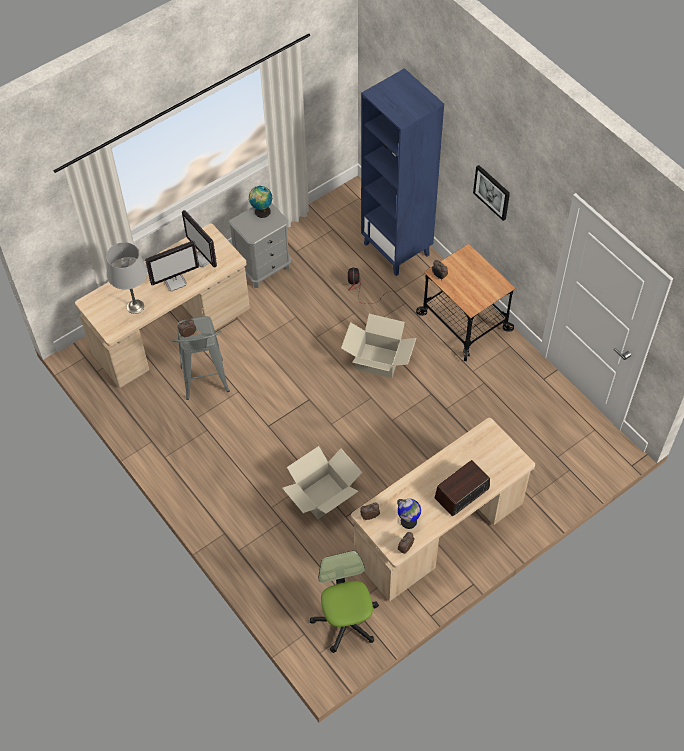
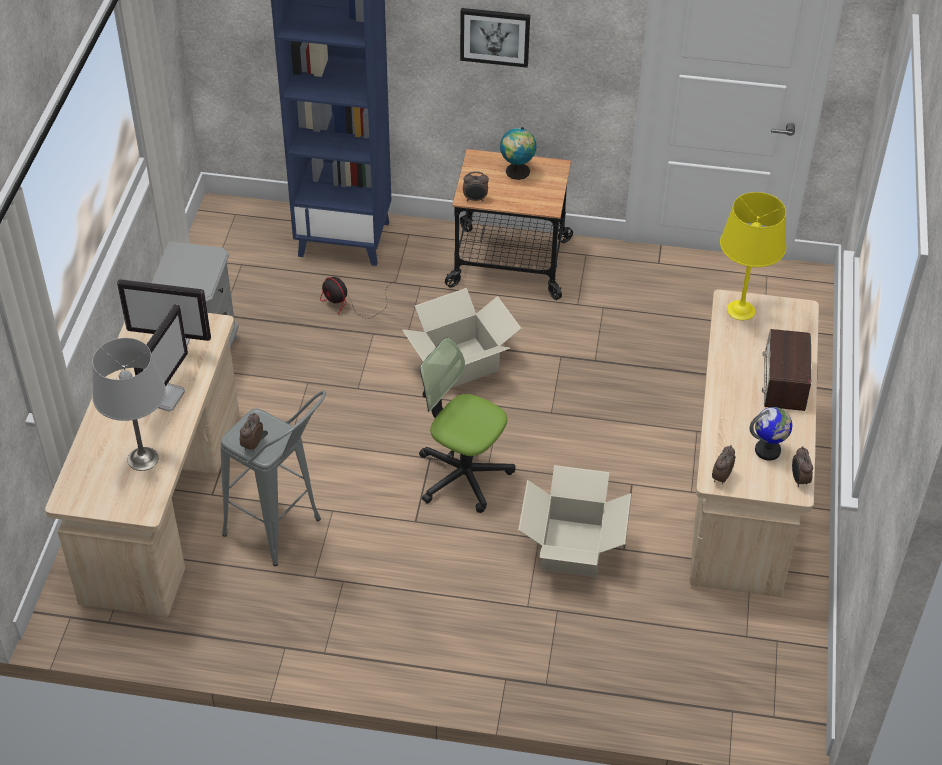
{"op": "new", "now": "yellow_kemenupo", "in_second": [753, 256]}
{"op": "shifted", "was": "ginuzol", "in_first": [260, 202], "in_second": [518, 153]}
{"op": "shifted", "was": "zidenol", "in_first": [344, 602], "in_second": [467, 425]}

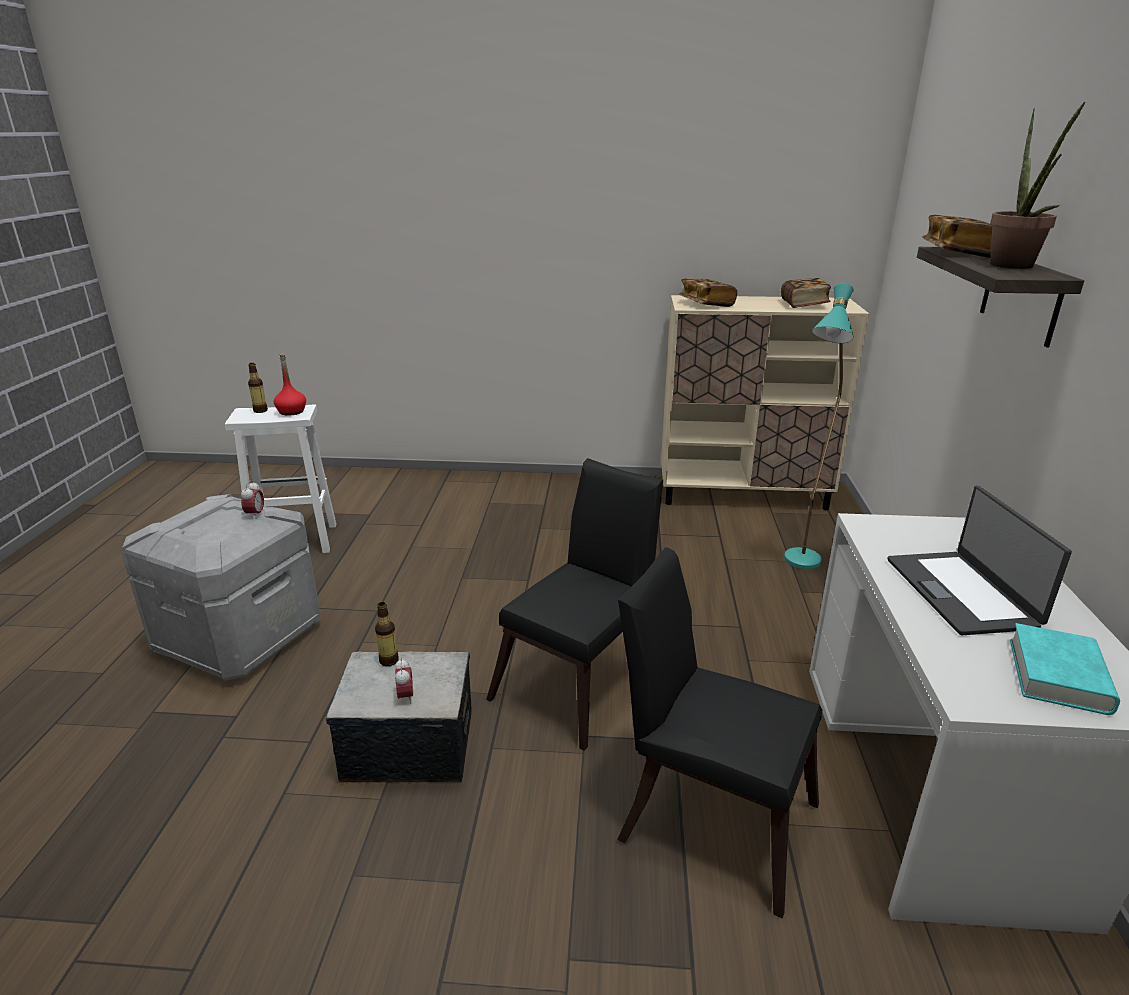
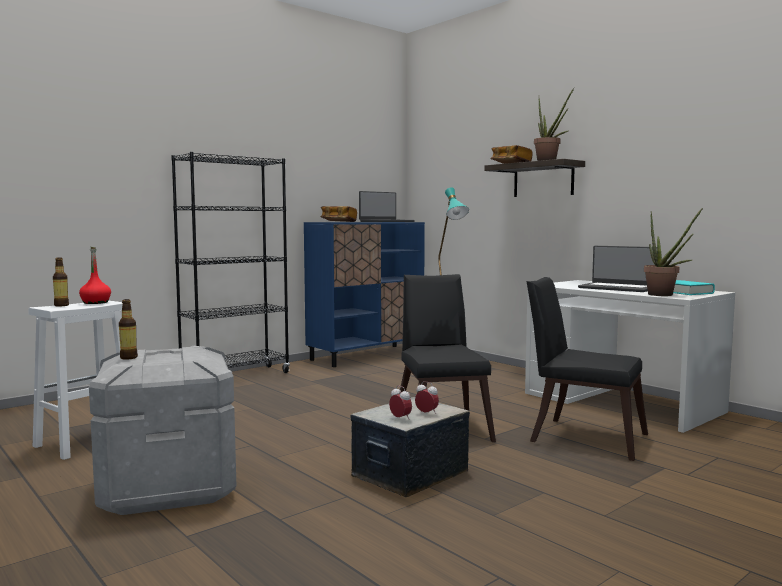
{"op": "new", "now": "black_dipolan", "in_second": [230, 262]}
{"op": "new", "now": "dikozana", "in_second": [673, 252]}
{"op": "shifted", "was": "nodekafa", "in_first": [252, 499], "in_second": [400, 402]}
{"op": "shifted", "was": "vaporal", "in_first": [387, 634], "in_second": [128, 329]}
{"op": "swapped", "was": "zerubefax", "now": "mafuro", "in_first": [806, 293], "in_second": [386, 206]}
{"op": "repainted", "was": "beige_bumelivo", "now": "blue_bumelivo", "in_first": [765, 402], "in_second": [364, 294]}
{"op": "rotated", "was": "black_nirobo", "in_first": [719, 732], "in_second": [587, 369], "clockwise": 45}

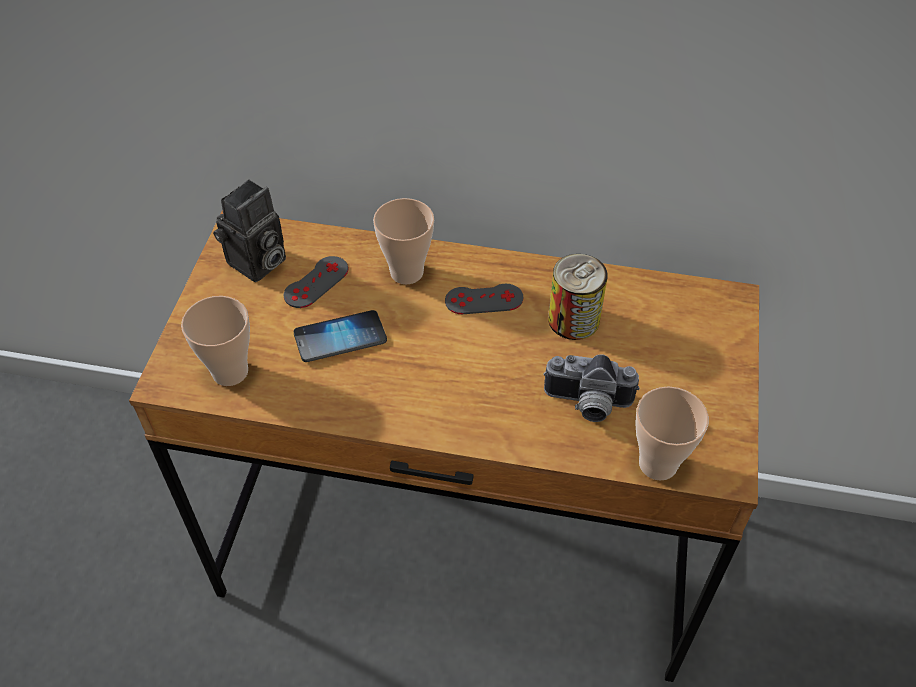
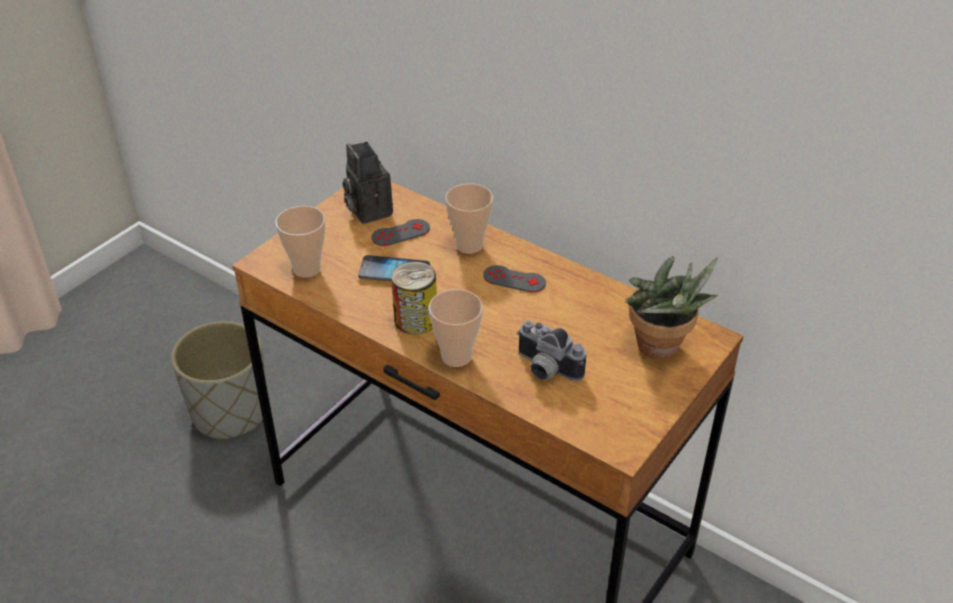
{"op": "new", "now": "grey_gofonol", "in_second": [218, 381]}
{"op": "new", "now": "dikozana", "in_second": [671, 307]}
{"op": "shifted", "was": "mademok", "in_first": [578, 297], "in_second": [414, 298]}
{"op": "shifted", "was": "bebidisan", "in_first": [672, 433], "in_second": [456, 328]}
{"op": "rotated", "was": "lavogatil", "in_first": [249, 231], "in_second": [368, 183], "clockwise": 90}

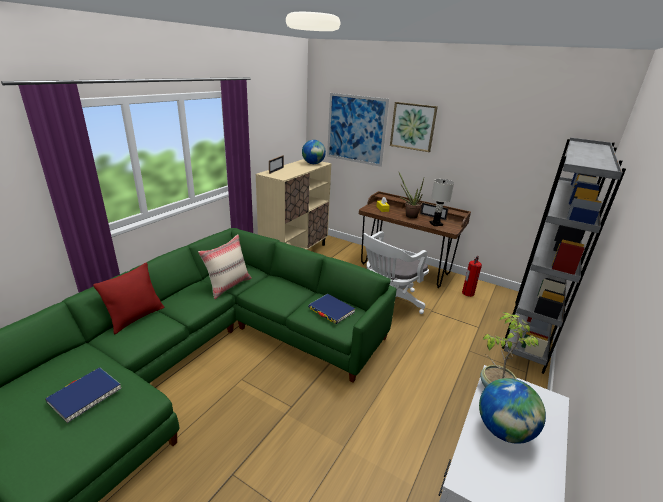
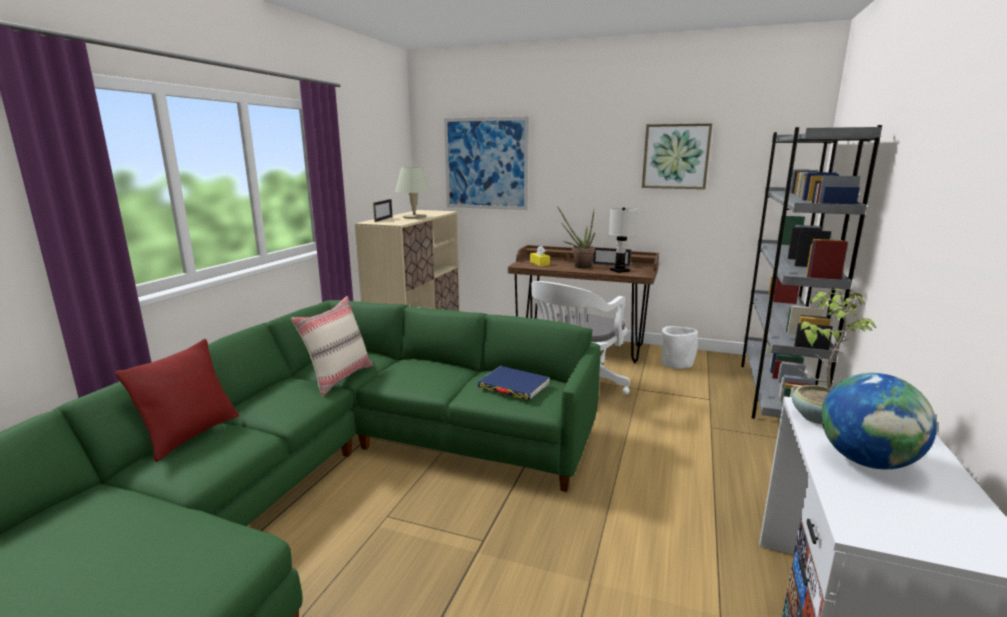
{"op": "gone", "was": "blue_zerubefax", "in_first": [83, 395]}
{"op": "gone", "was": "ginuzol", "in_first": [314, 152]}
{"op": "new", "now": "beige_kemenupo", "in_second": [413, 193]}
{"op": "shifted", "was": "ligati", "in_first": [414, 127], "in_second": [677, 156]}
{"op": "swapped", "was": "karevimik", "now": "white_gofonol", "in_first": [472, 276], "in_second": [679, 347]}

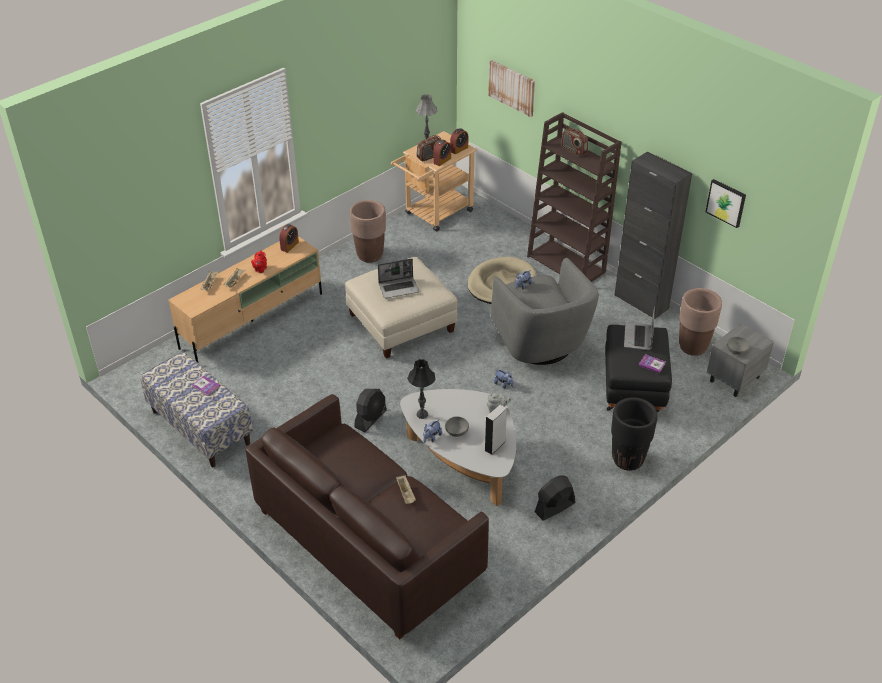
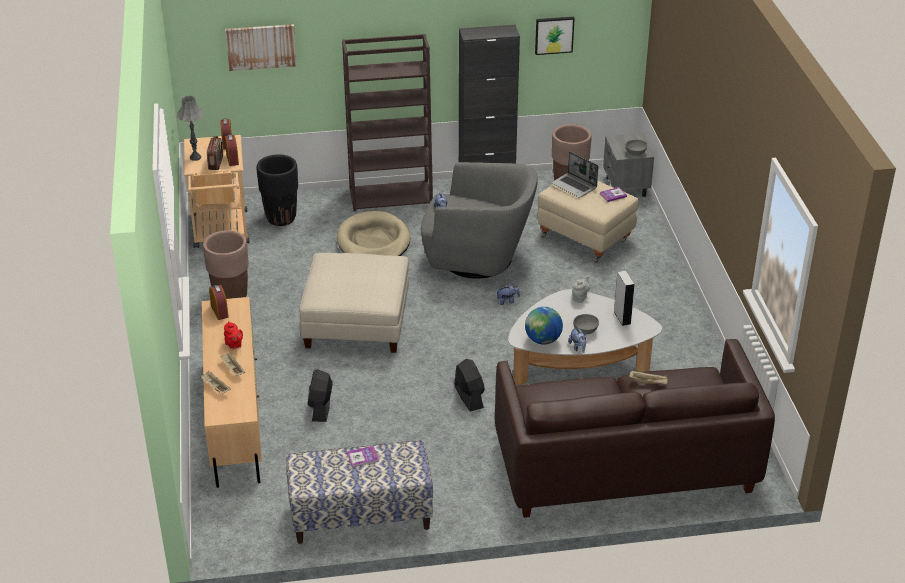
{"op": "gone", "was": "mafuro", "in_first": [398, 278]}
{"op": "gone", "was": "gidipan", "in_first": [574, 142]}
{"op": "shifted", "was": "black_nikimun", "in_first": [554, 498], "in_second": [320, 395]}
{"op": "shifted", "was": "black_gofonol", "in_first": [634, 434], "in_second": [277, 190]}
{"op": "swapped", "was": "black_kemenupo", "now": "ginuzol", "in_first": [421, 389], "in_second": [544, 326]}
{"op": "repainted", "was": "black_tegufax", "now": "beige_tegufax", "in_first": [638, 368], "in_second": [588, 222]}

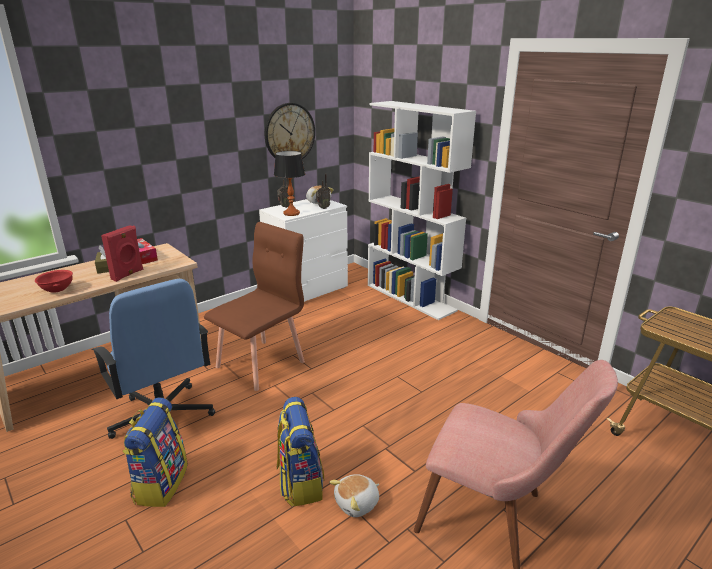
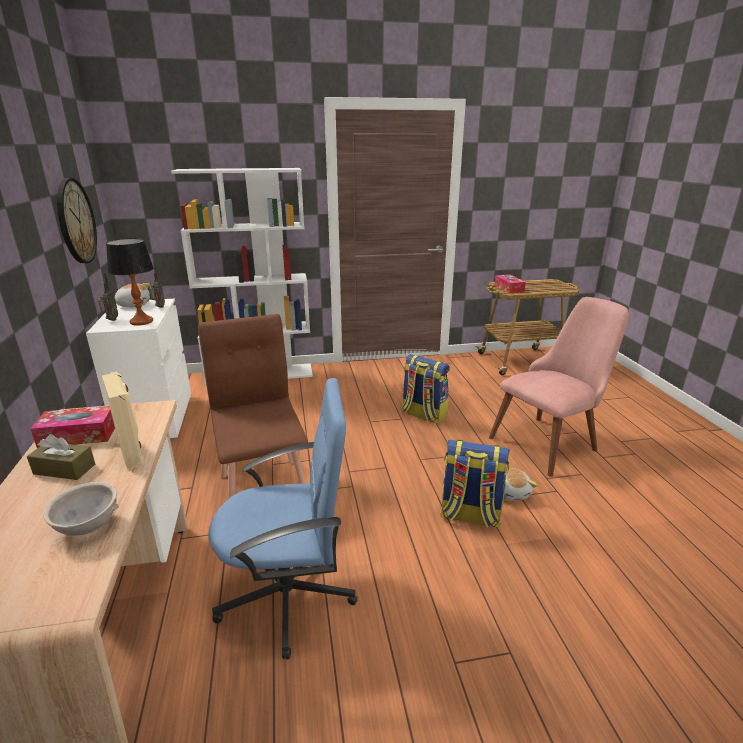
{"op": "new", "now": "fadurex", "in_second": [510, 284]}
{"op": "shifted", "was": "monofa", "in_first": [155, 452], "in_second": [426, 389]}
{"op": "repainted", "was": "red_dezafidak", "now": "grey_dezafidak", "in_first": [54, 281], "in_second": [81, 508]}
{"op": "repainted", "was": "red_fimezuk", "now": "beige_fimezuk", "in_first": [122, 253], "in_second": [123, 420]}

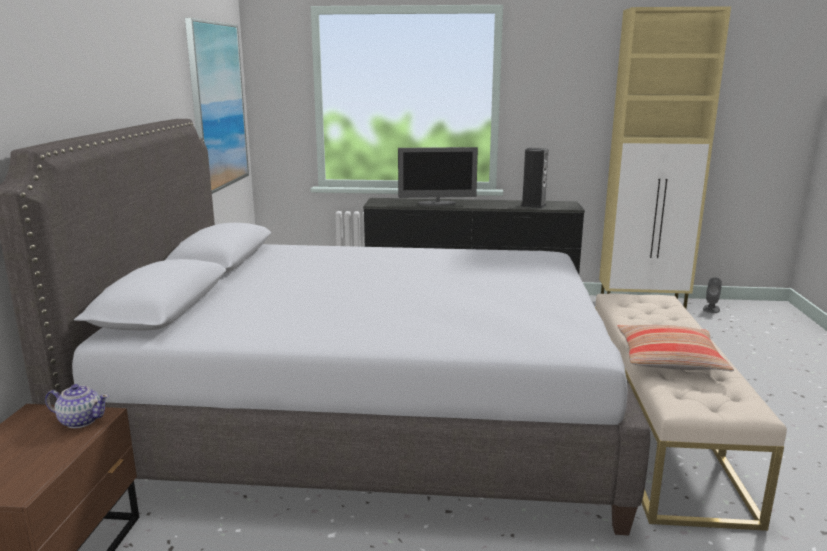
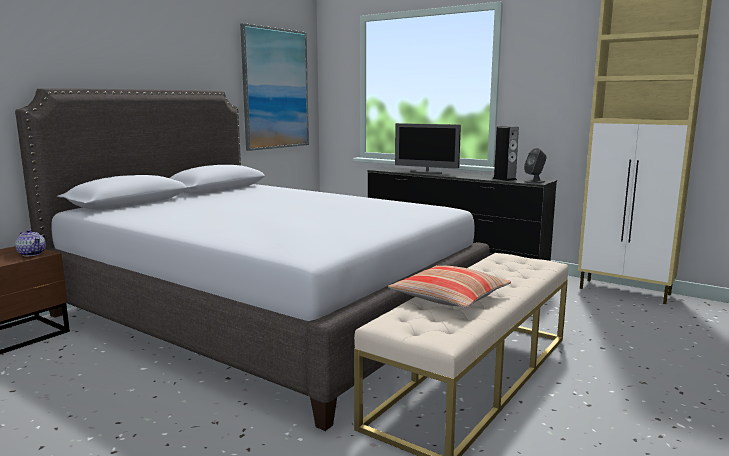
{"op": "shifted", "was": "grey_fimezuk", "in_first": [712, 295], "in_second": [535, 165]}

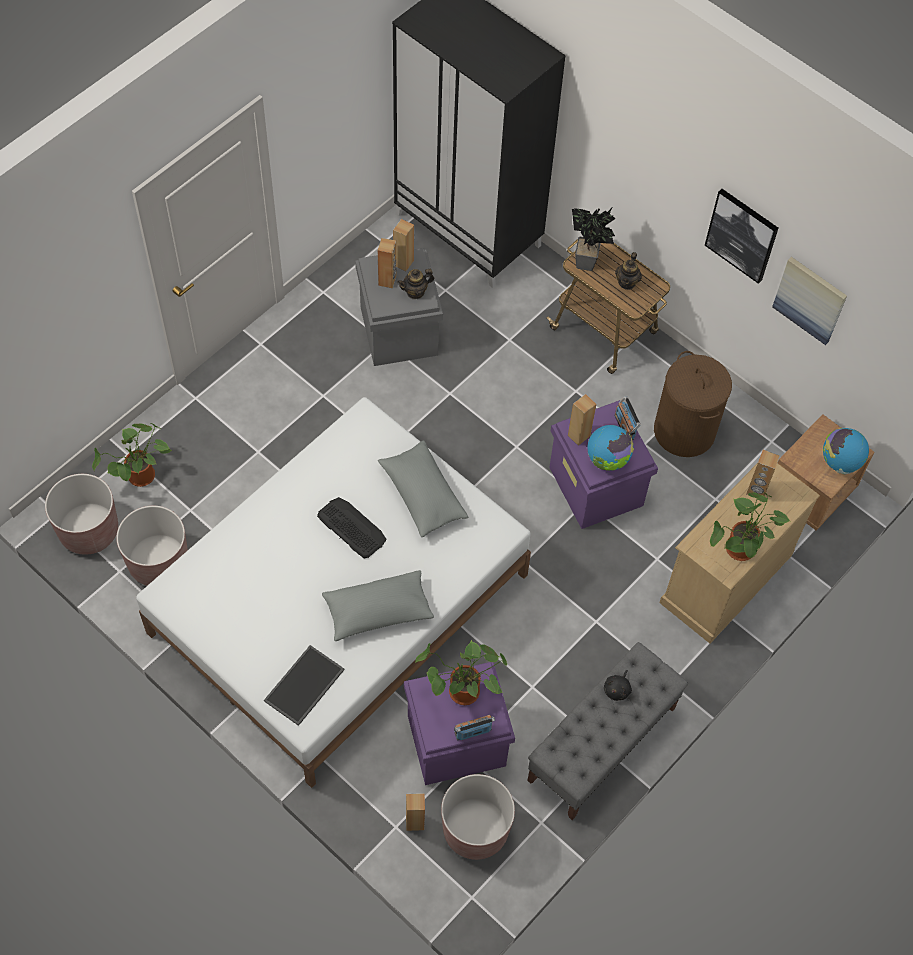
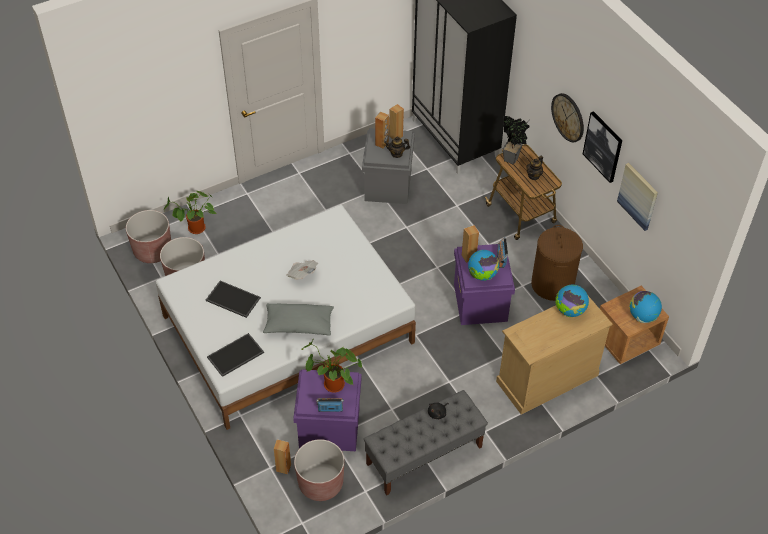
{"op": "gone", "was": "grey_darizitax", "in_first": [423, 488]}
{"op": "gone", "was": "dikozana", "in_first": [750, 526]}
{"op": "new", "now": "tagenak", "in_second": [233, 299]}
{"op": "new", "now": "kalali", "in_second": [567, 117]}
{"op": "swapped", "was": "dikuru", "now": "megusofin", "in_first": [352, 527], "in_second": [302, 270]}
{"op": "swapped", "was": "brown_fimezuk", "now": "ginuzol", "in_first": [763, 473], "in_second": [572, 301]}

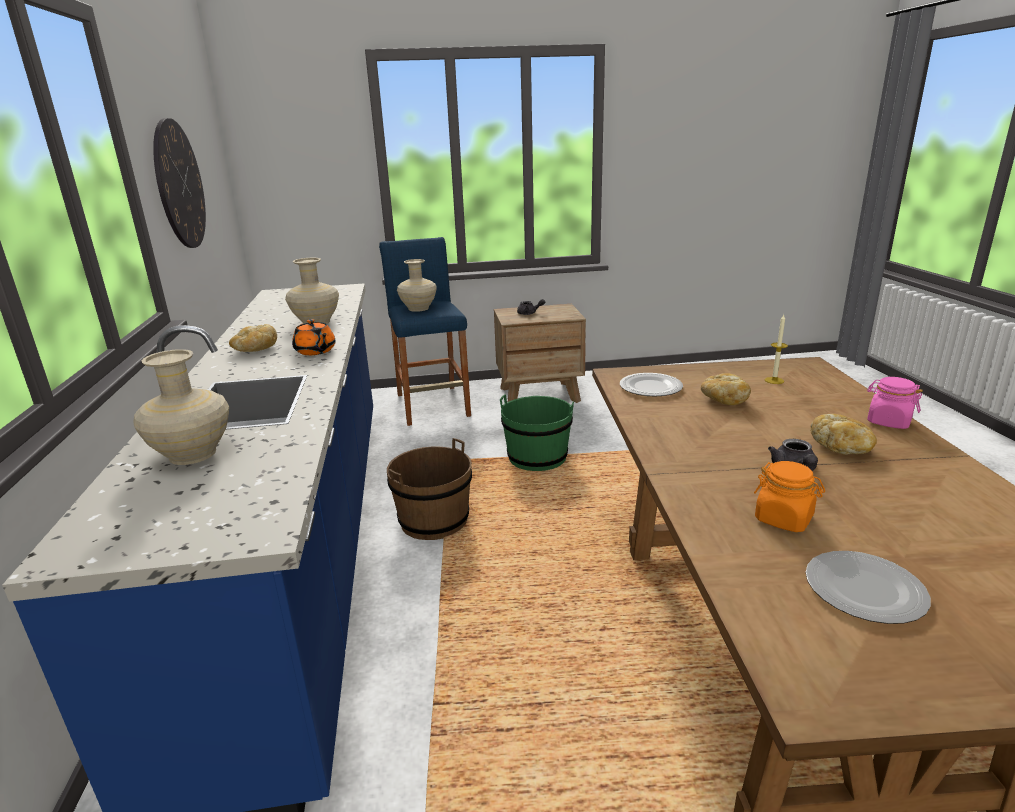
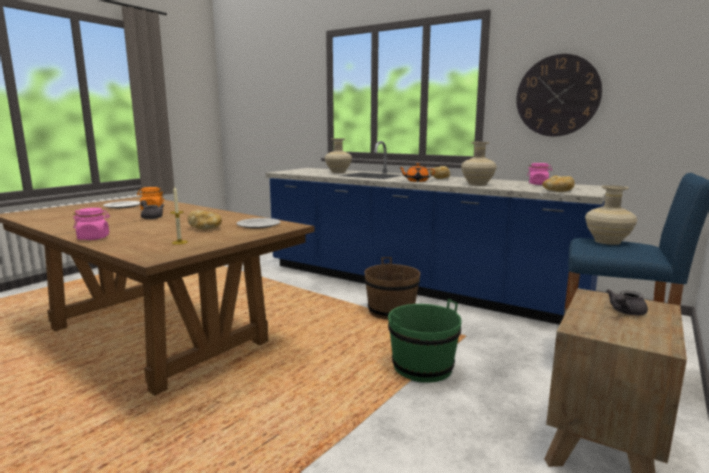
{"op": "new", "now": "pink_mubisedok", "in_second": [539, 174]}
{"op": "shifted", "was": "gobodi", "in_first": [843, 434], "in_second": [558, 184]}

